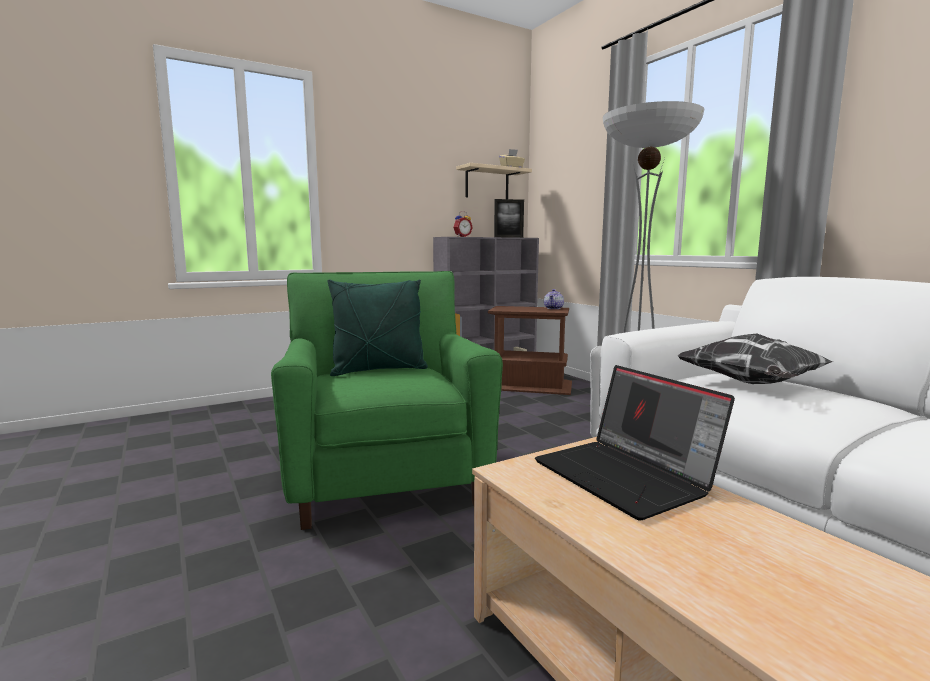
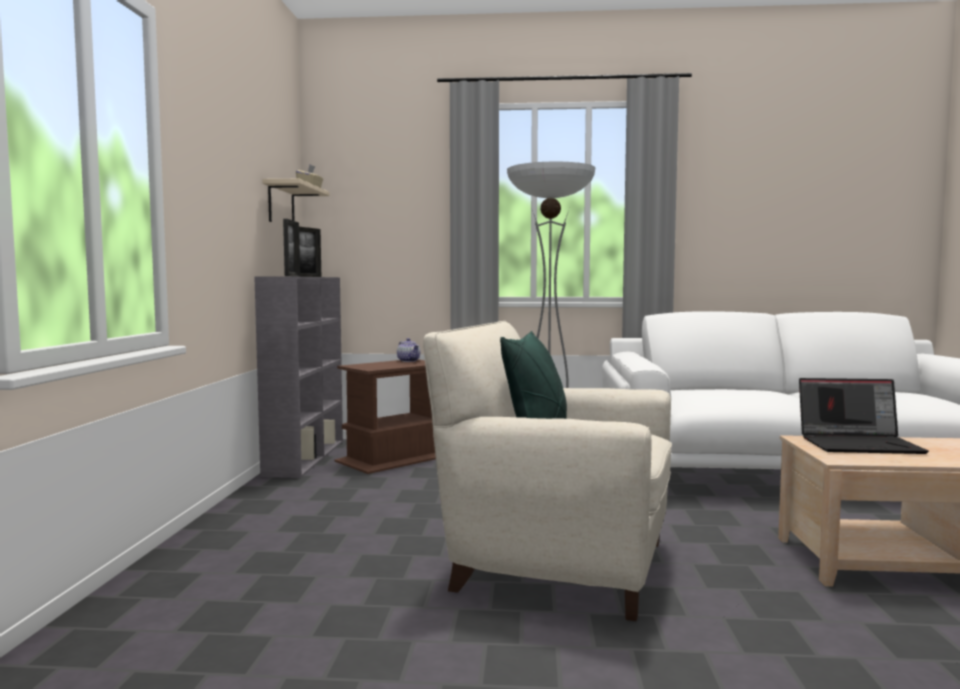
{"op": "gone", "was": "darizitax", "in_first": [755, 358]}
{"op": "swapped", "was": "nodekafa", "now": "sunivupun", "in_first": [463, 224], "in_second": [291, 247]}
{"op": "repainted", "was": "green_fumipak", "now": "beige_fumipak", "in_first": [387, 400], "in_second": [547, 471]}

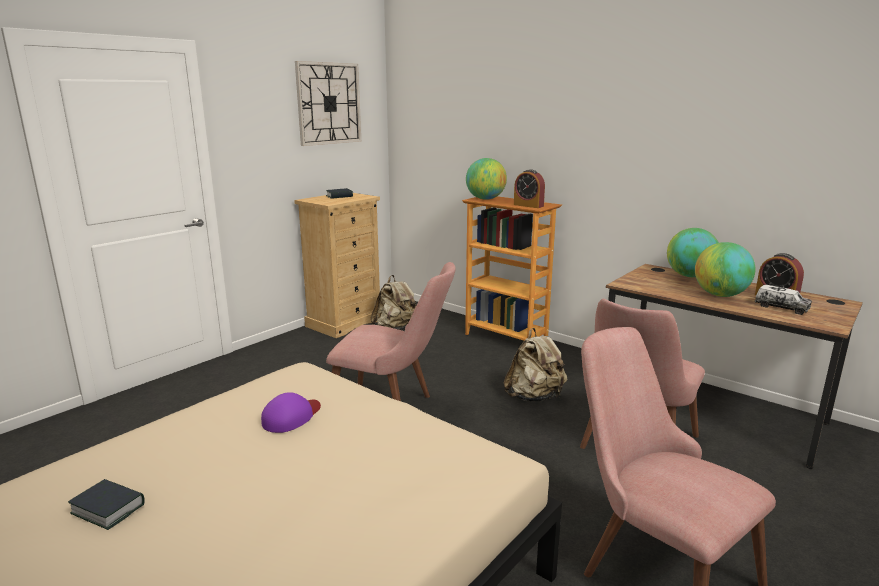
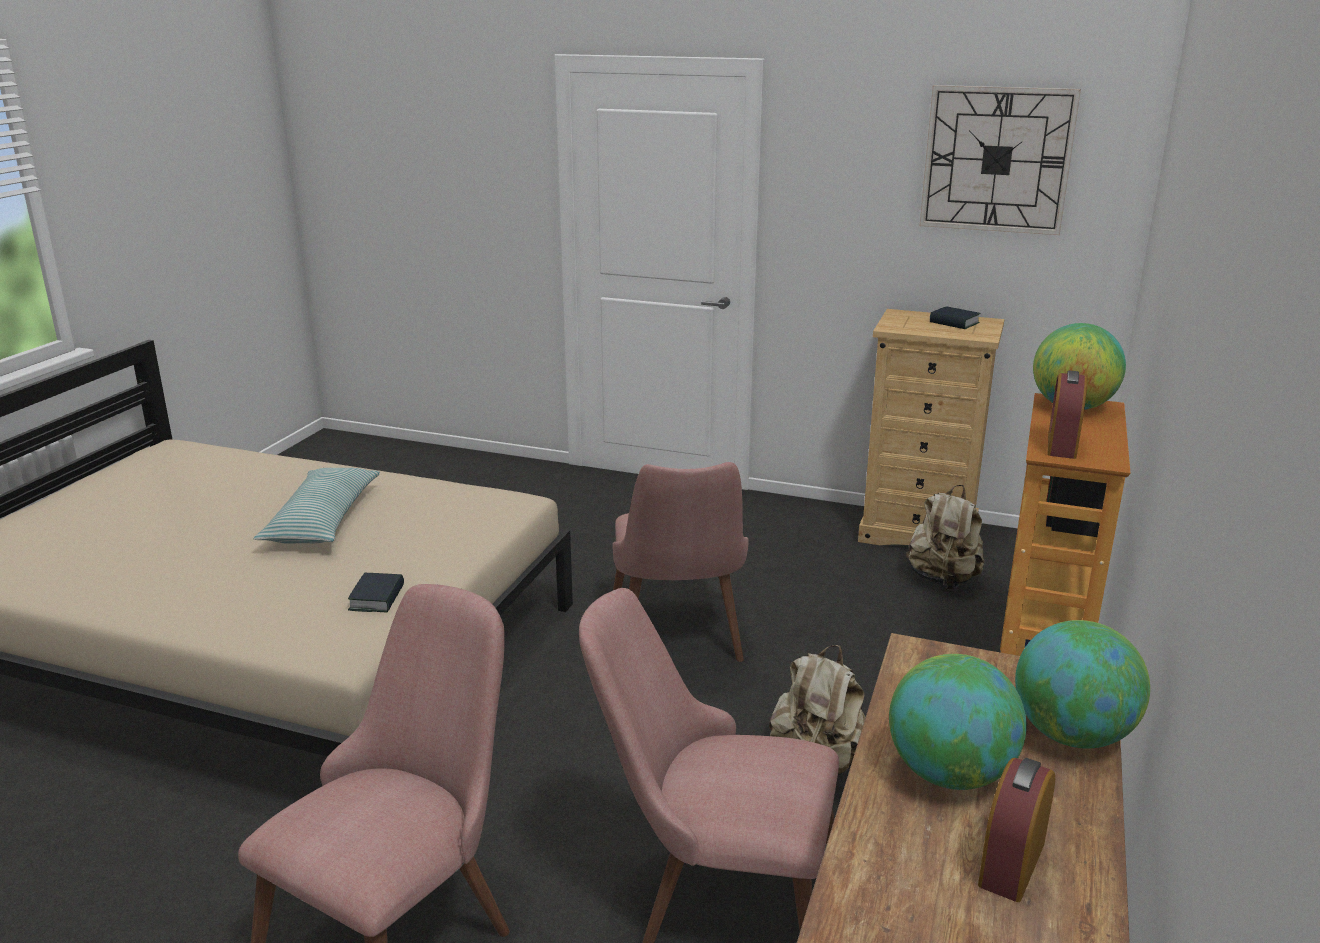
{"op": "gone", "was": "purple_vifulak", "in_first": [291, 412]}
{"op": "gone", "was": "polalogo", "in_first": [783, 300]}
{"op": "new", "now": "darizitax", "in_second": [316, 506]}
{"op": "shifted", "was": "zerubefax", "in_first": [106, 504], "in_second": [376, 593]}

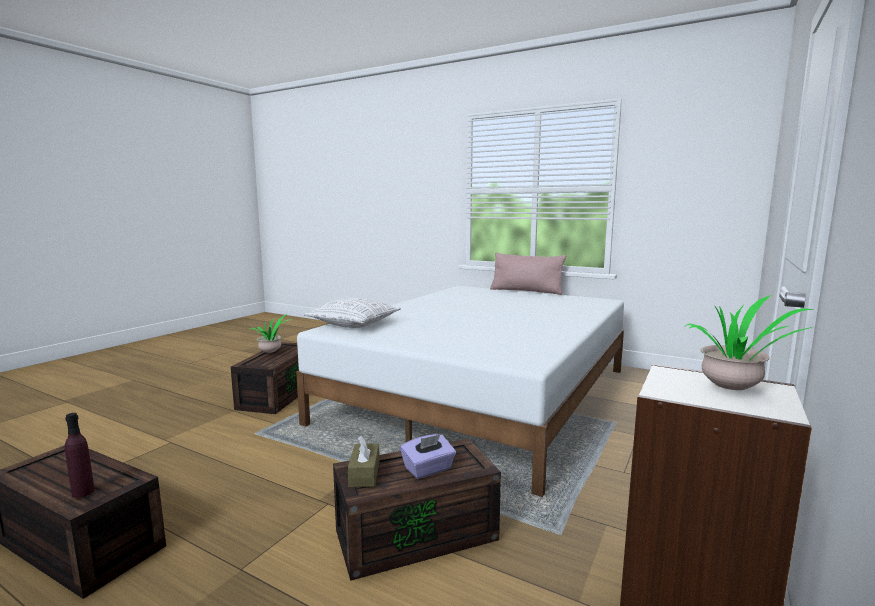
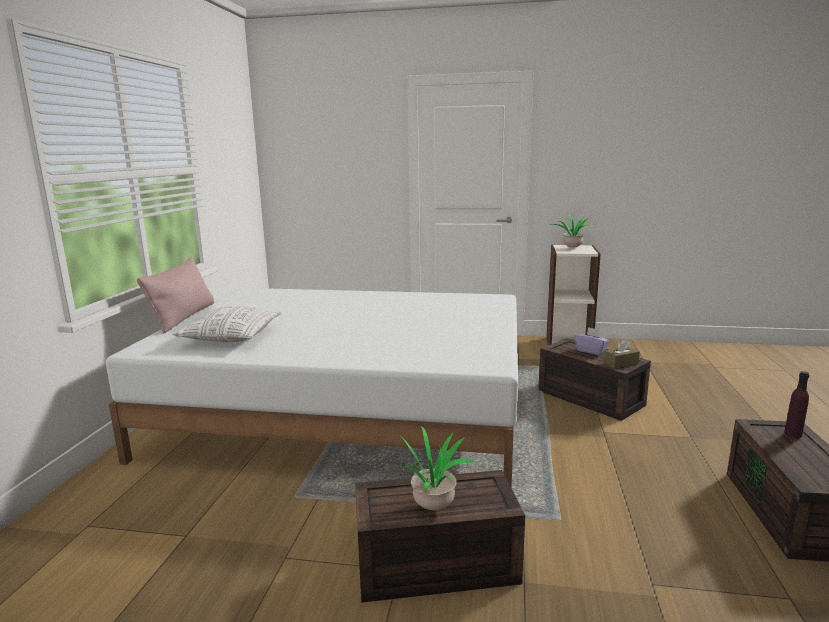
{"op": "shifted", "was": "darizitax", "in_first": [352, 313], "in_second": [227, 324]}

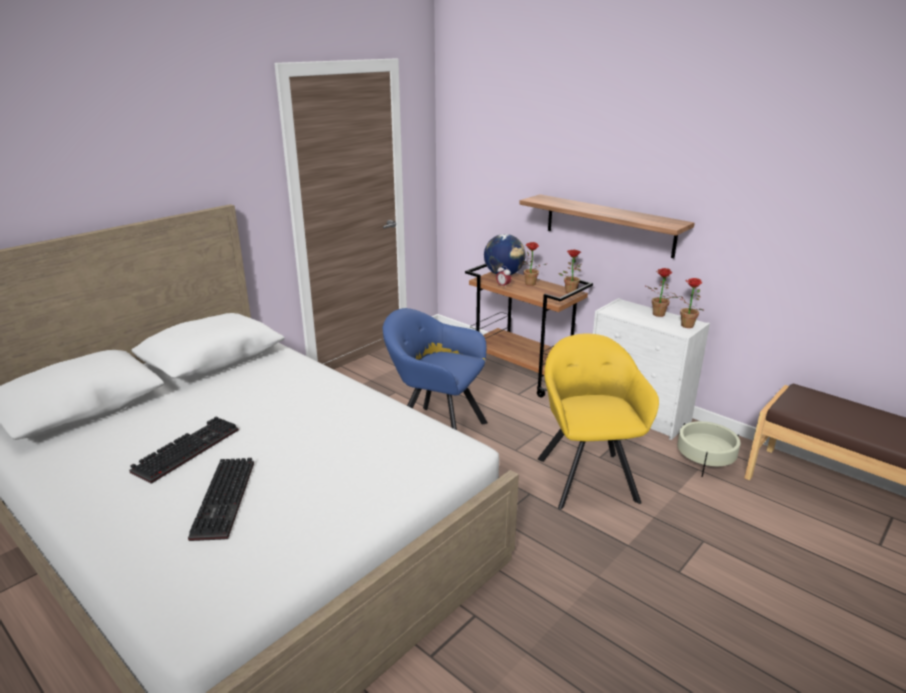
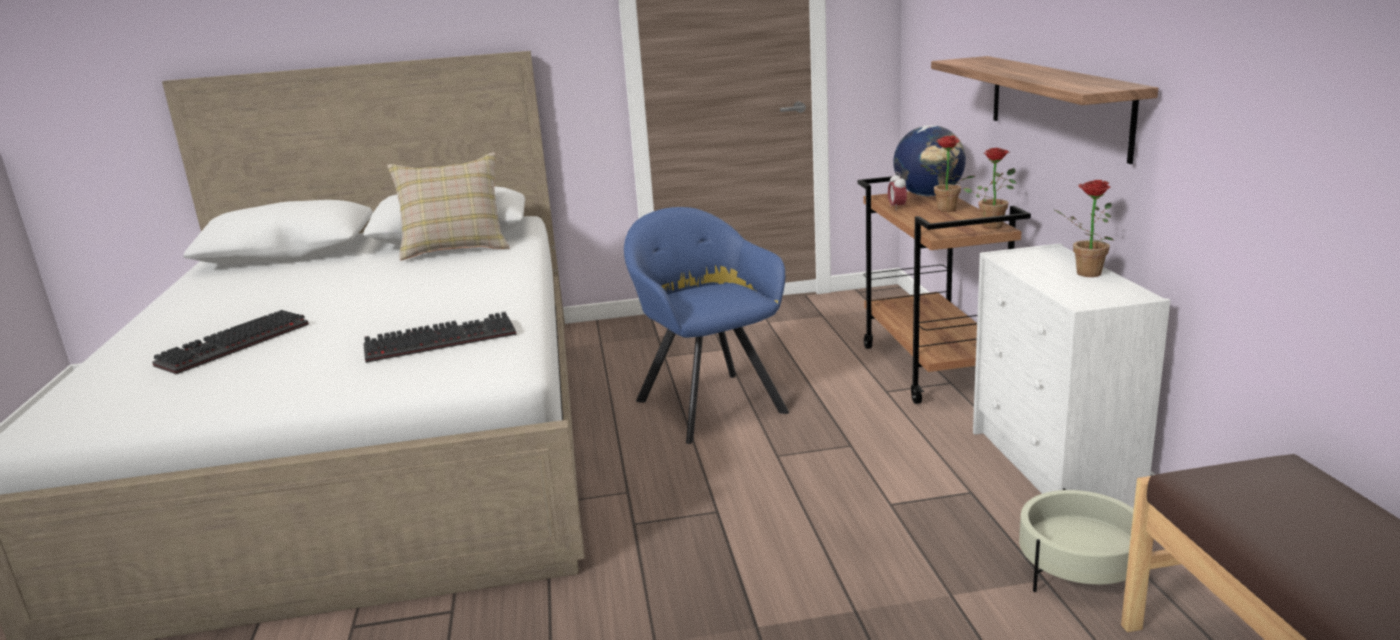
{"op": "gone", "was": "yellow_fumipak", "in_first": [598, 422]}
{"op": "gone", "was": "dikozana", "in_first": [688, 303]}
{"op": "new", "now": "beige_darizitax", "in_second": [448, 206]}
{"op": "shifted", "was": "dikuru", "in_first": [184, 450], "in_second": [440, 337]}

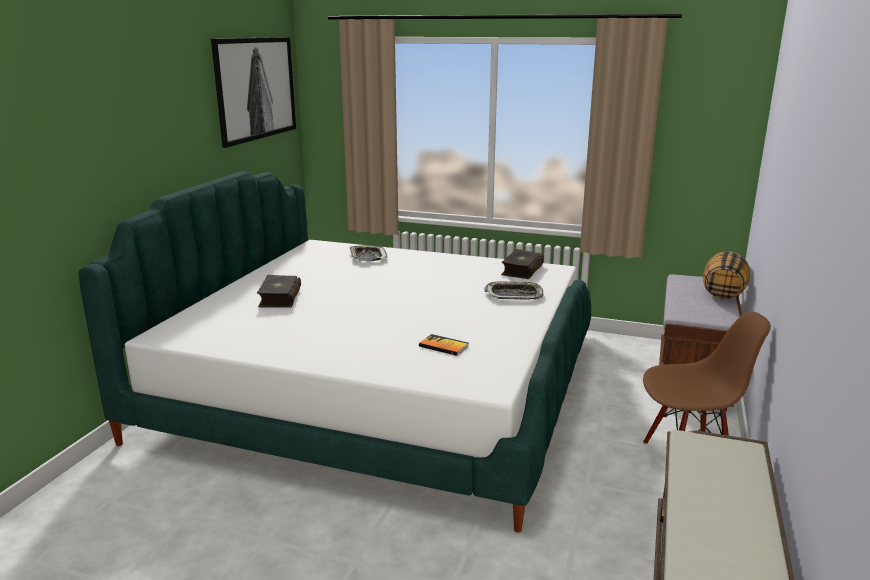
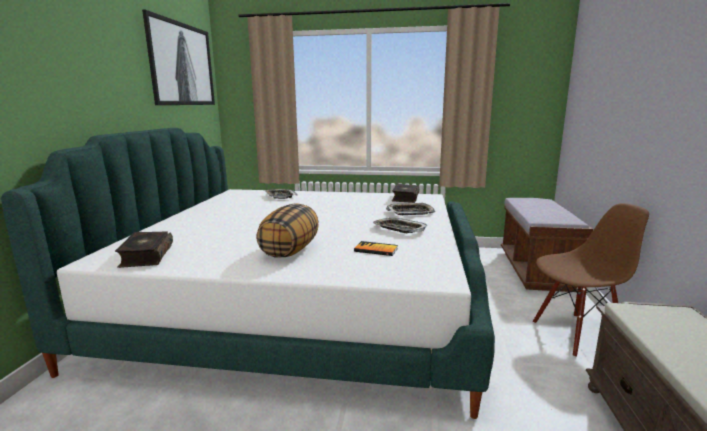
{"op": "new", "now": "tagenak", "in_second": [400, 225]}
{"op": "shifted", "was": "zerubefax", "in_first": [279, 291], "in_second": [144, 249]}
{"op": "shifted", "was": "darizitax", "in_first": [726, 275], "in_second": [287, 230]}

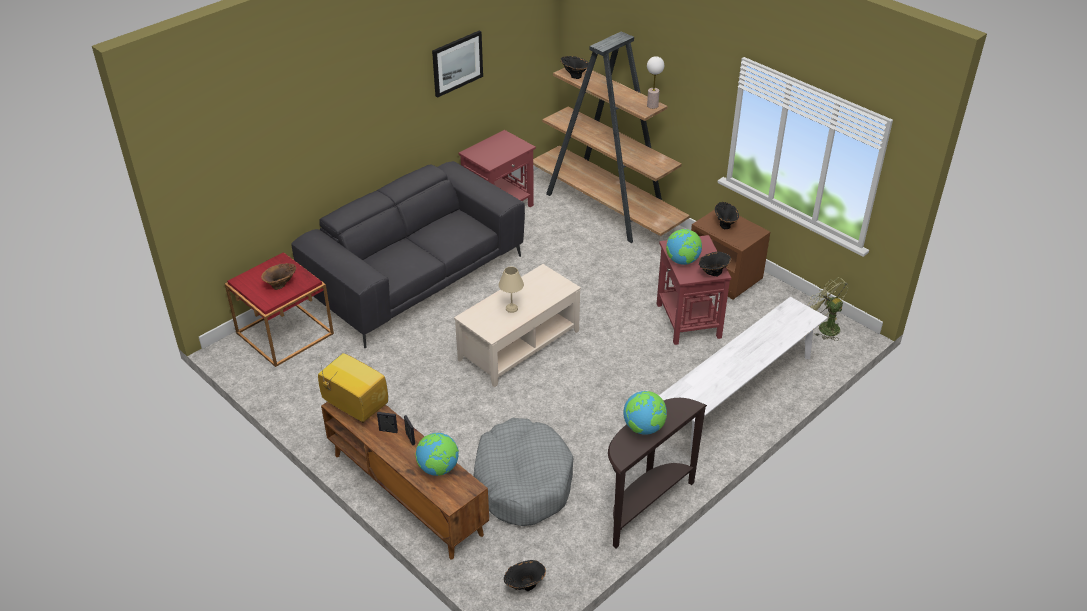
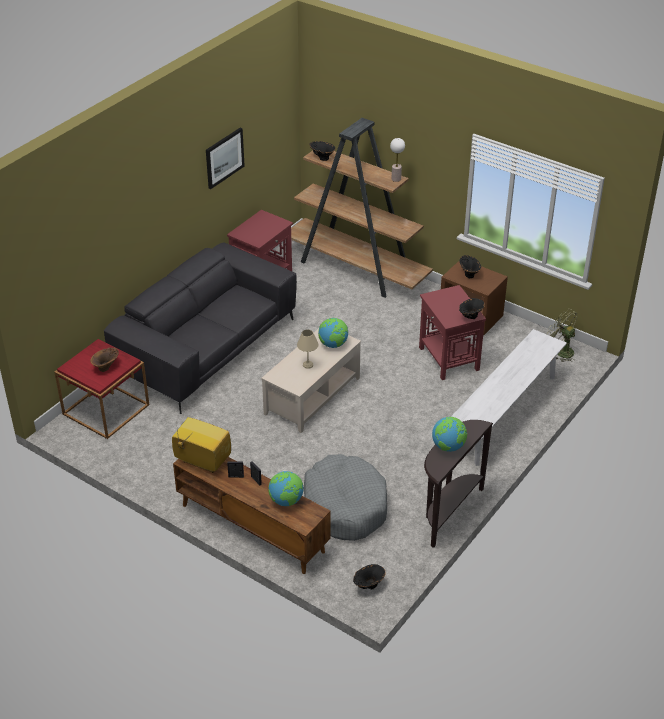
{"op": "shifted", "was": "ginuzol", "in_first": [684, 247], "in_second": [333, 333]}

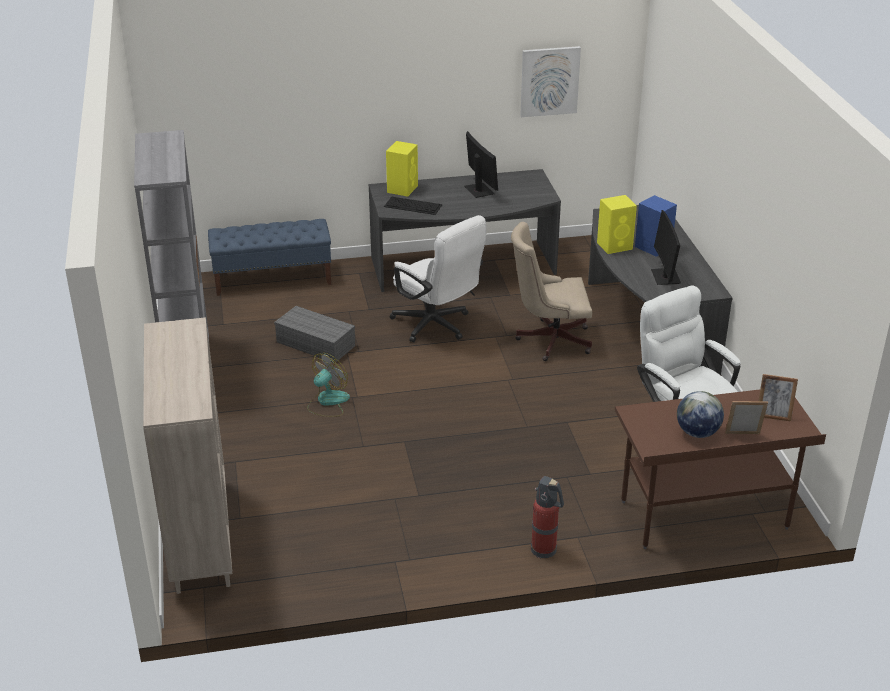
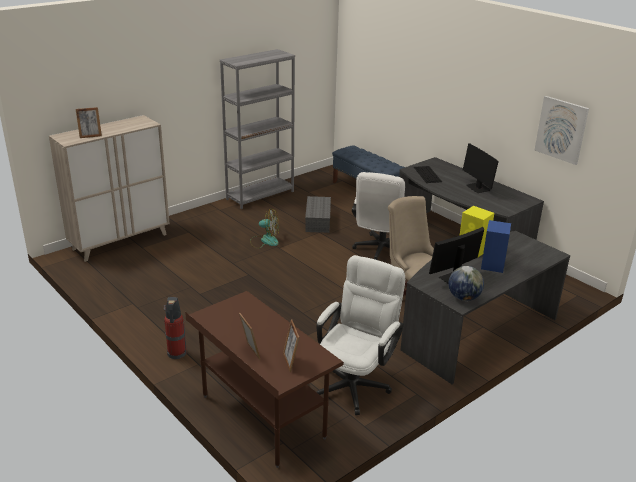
{"op": "gone", "was": "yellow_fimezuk", "in_first": [402, 169]}
{"op": "new", "now": "sunivupun", "in_second": [89, 122]}
{"op": "shifted", "was": "ginuzol", "in_first": [700, 414], "in_second": [466, 283]}
{"op": "rotated", "was": "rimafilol", "in_first": [481, 164], "in_second": [481, 168], "clockwise": 120}

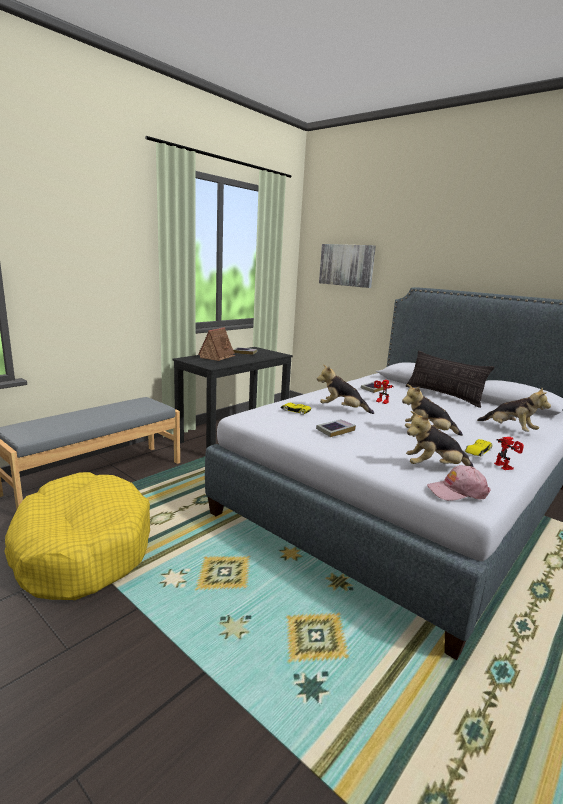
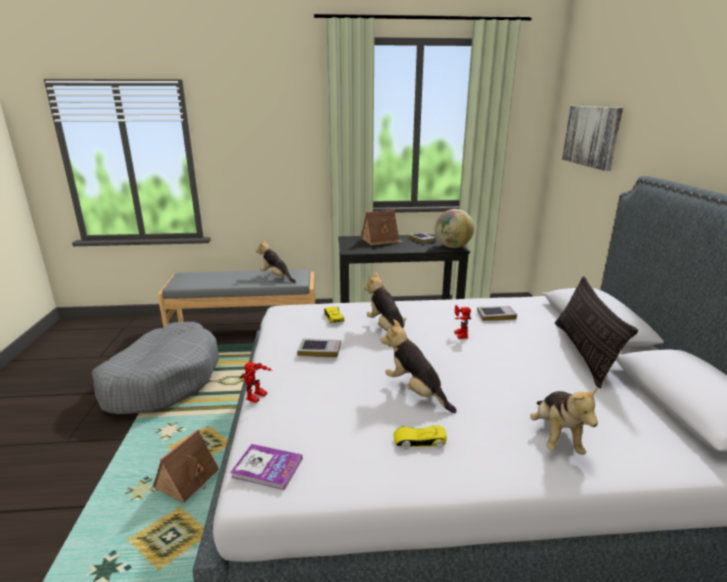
{"op": "new", "now": "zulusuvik", "in_second": [186, 466]}
{"op": "new", "now": "ginuzol", "in_second": [454, 228]}
{"op": "shifted", "was": "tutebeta", "in_first": [440, 439], "in_second": [276, 261]}
{"op": "shifted", "was": "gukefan", "in_first": [509, 453], "in_second": [256, 382]}
{"op": "swapped", "was": "pink_vifulak", "now": "zerubefax", "in_first": [459, 483], "in_second": [266, 467]}
{"op": "repainted", "was": "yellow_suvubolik", "now": "grey_suvubolik", "in_first": [77, 536], "in_second": [155, 368]}

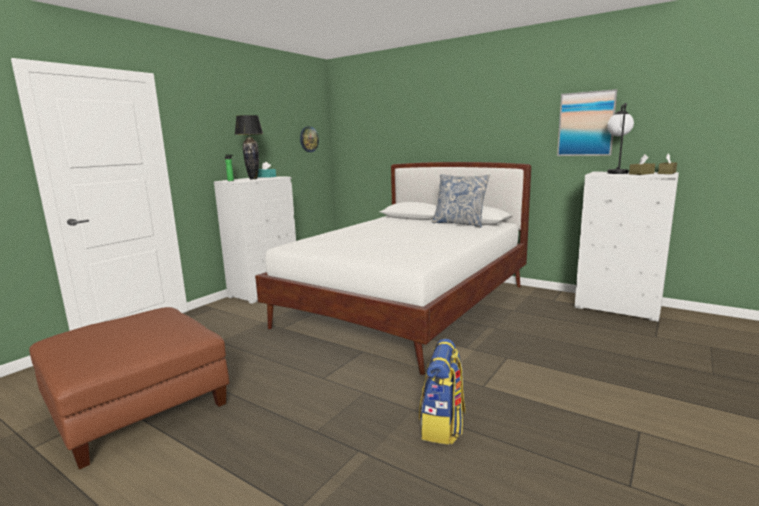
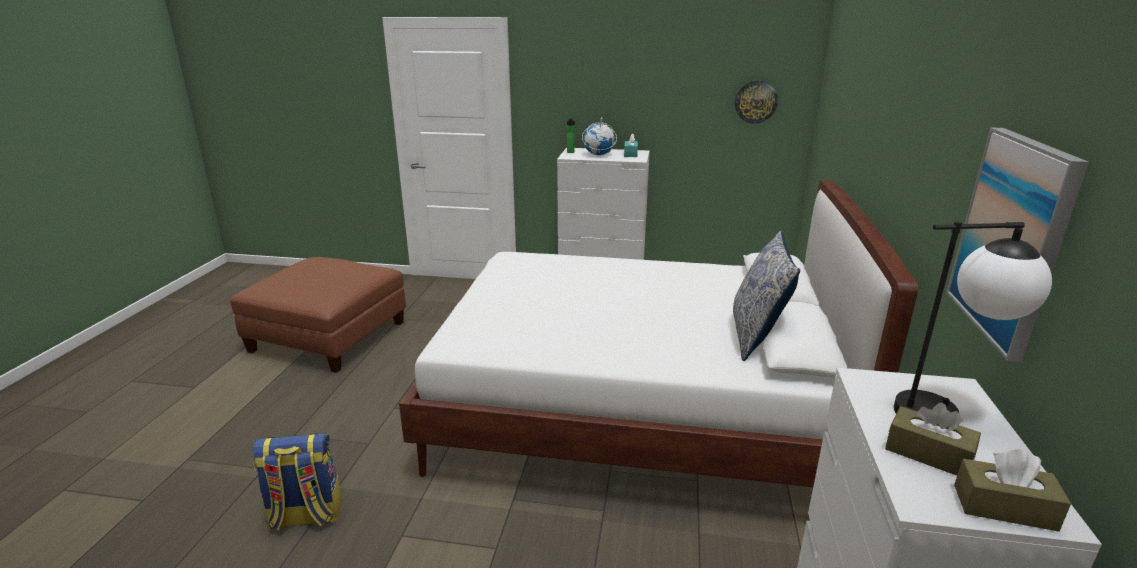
{"op": "swapped", "was": "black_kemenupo", "now": "ginuzol", "in_first": [249, 147], "in_second": [599, 135]}

